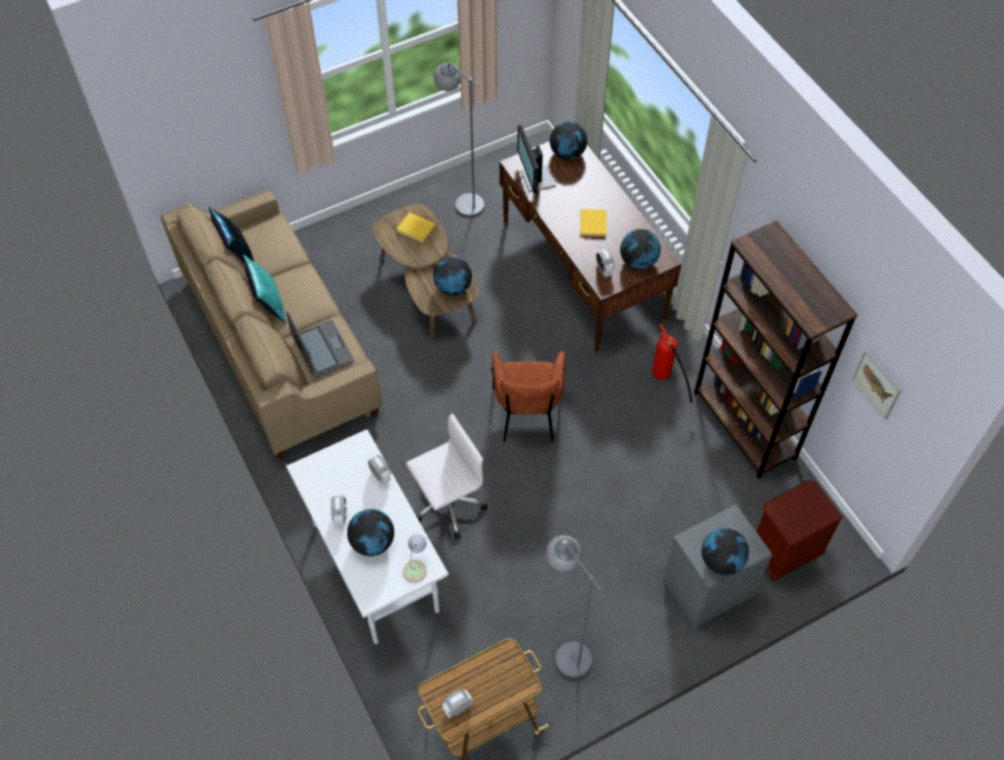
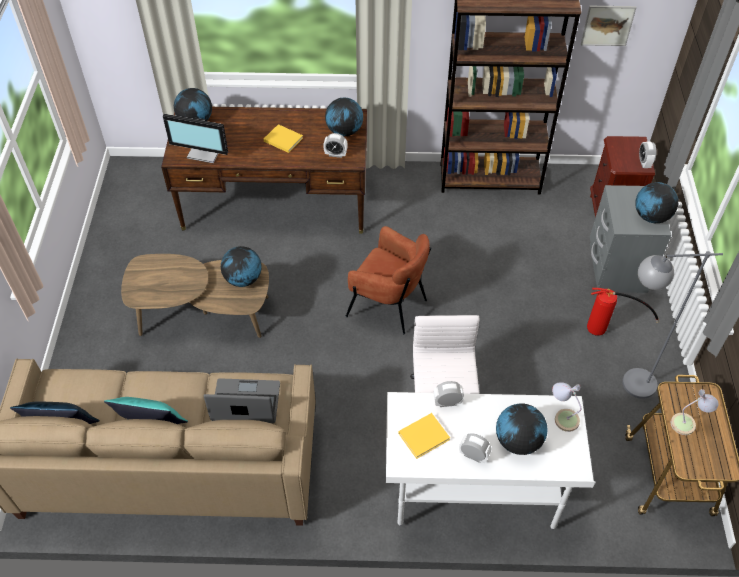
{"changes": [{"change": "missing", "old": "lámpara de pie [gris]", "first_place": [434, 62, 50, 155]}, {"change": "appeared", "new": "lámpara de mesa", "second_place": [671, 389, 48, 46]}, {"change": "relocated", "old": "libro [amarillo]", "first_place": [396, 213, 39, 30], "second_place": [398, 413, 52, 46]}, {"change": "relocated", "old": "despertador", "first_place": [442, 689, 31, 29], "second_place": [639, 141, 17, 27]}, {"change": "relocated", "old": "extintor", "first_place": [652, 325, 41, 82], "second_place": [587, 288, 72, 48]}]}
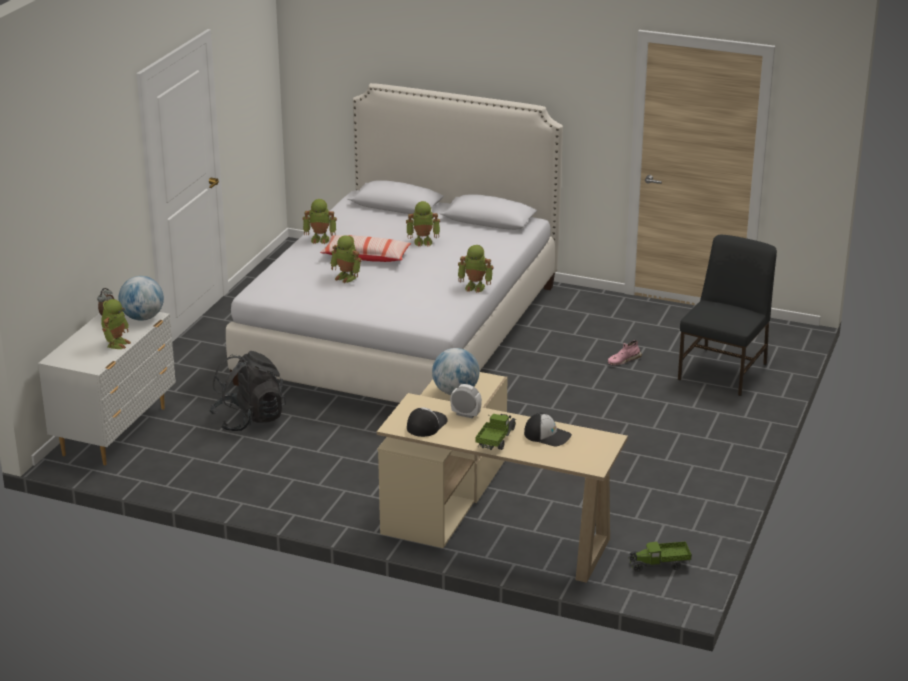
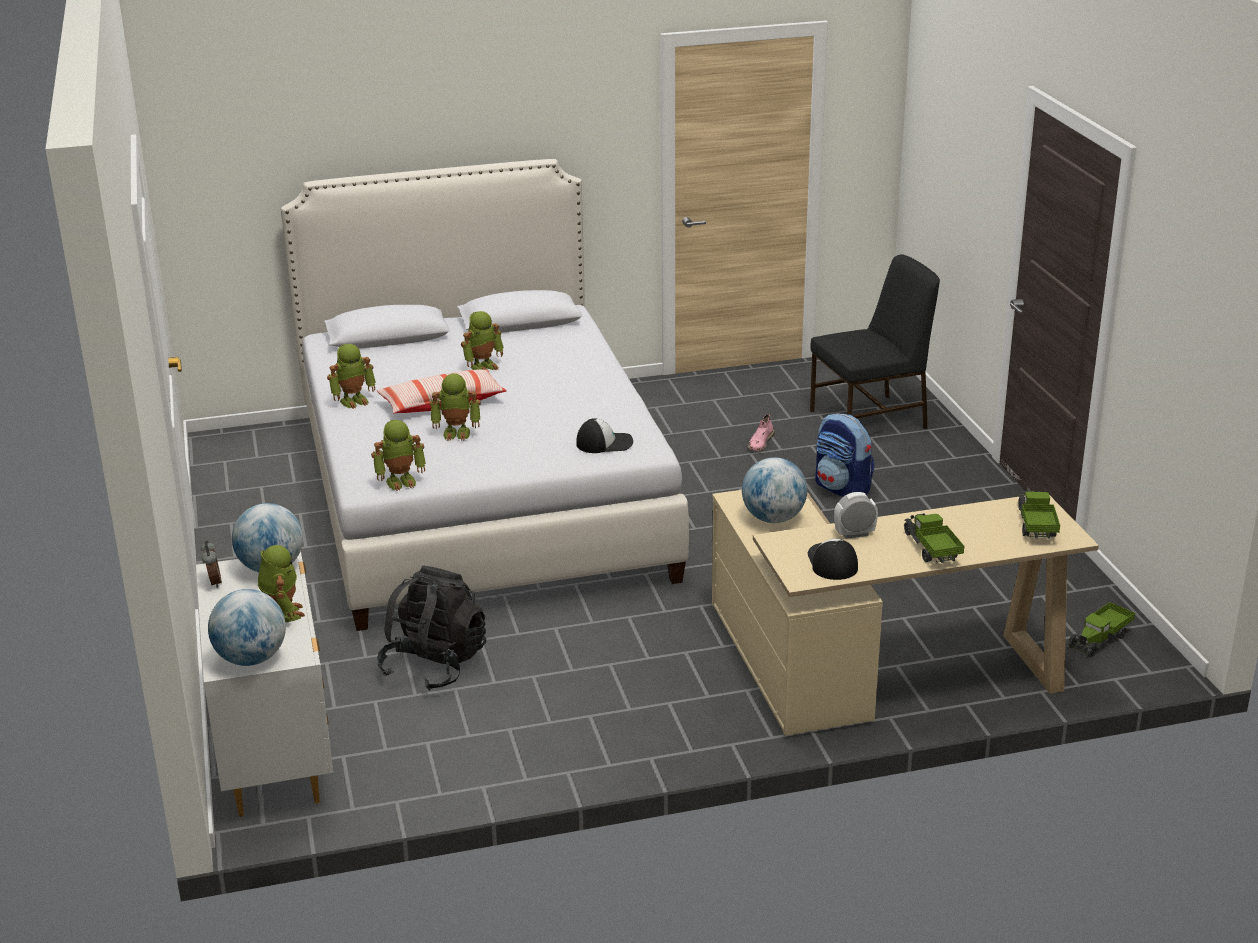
{"changes": [{"change": "appeared", "new": "globo terráqueo", "second_place": [208, 589, 78, 77]}, {"change": "appeared", "new": "mochila", "second_place": [815, 413, 59, 84]}, {"change": "appeared", "new": "camión de juguete", "second_place": [1018, 491, 42, 48]}, {"change": "relocated", "old": "robot de juguete", "first_place": [458, 245, 36, 48], "second_place": [371, 420, 55, 71]}, {"change": "relocated", "old": "gorra", "first_place": [524, 413, 48, 34], "second_place": [576, 418, 57, 35]}, {"change": "spun", "old": "silla [negro]", "first_place": [678, 235, 99, 161], "second_place": [810, 254, 130, 175], "degrees": 75}]}
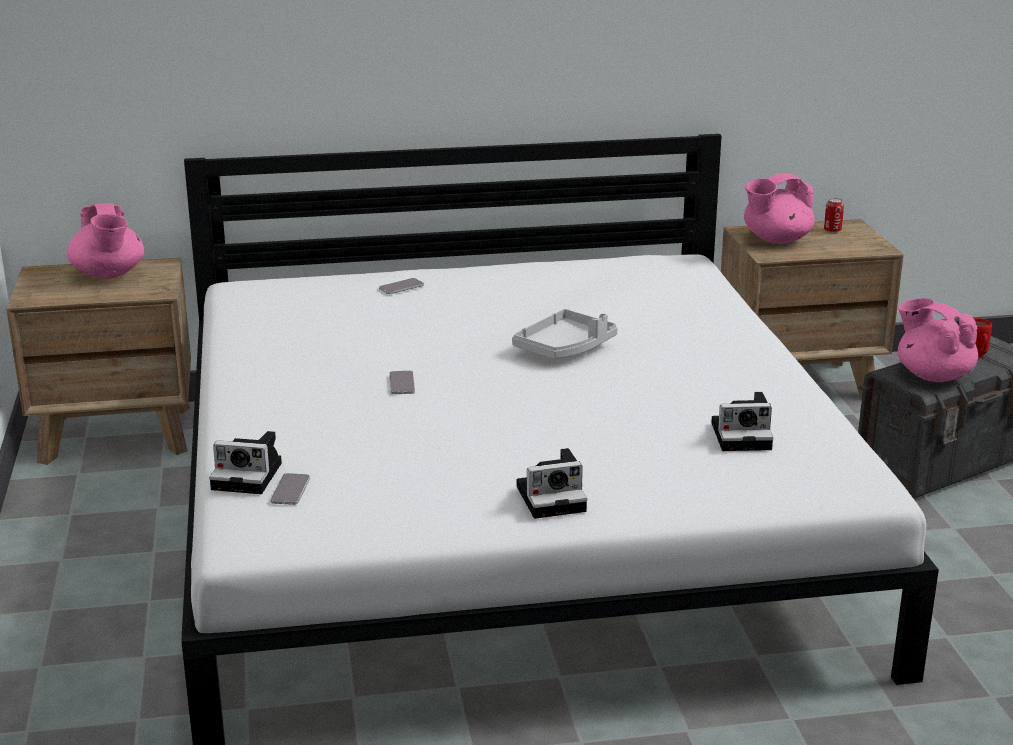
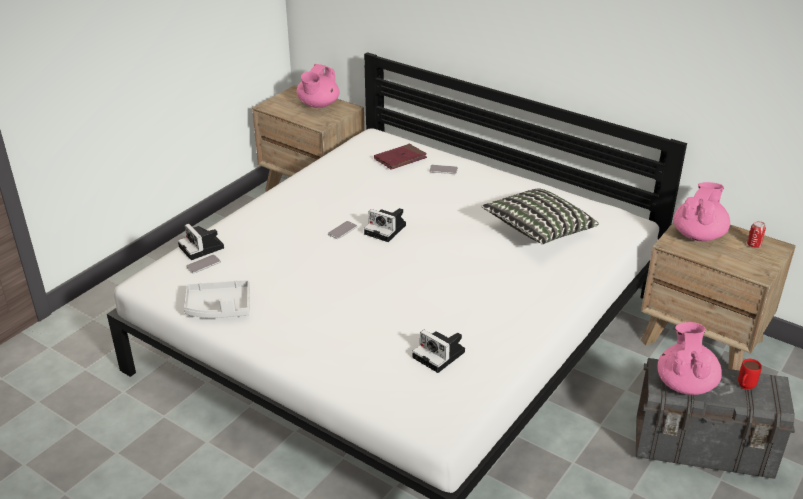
{"changes": [{"change": "appeared", "new": "libro [rojo]", "second_place": [374, 144, 53, 26]}, {"change": "appeared", "new": "cojín", "second_place": [481, 188, 118, 56]}, {"change": "relocated", "old": "bandeja [gris]", "first_place": [512, 309, 106, 50], "second_place": [184, 280, 66, 38]}, {"change": "relocated", "old": "cámara", "first_place": [516, 448, 71, 71], "second_place": [364, 208, 42, 34]}, {"change": "spun", "old": "tetera [rosa]", "first_place": [744, 173, 71, 71], "second_place": [674, 182, 56, 59], "degrees": 105}]}
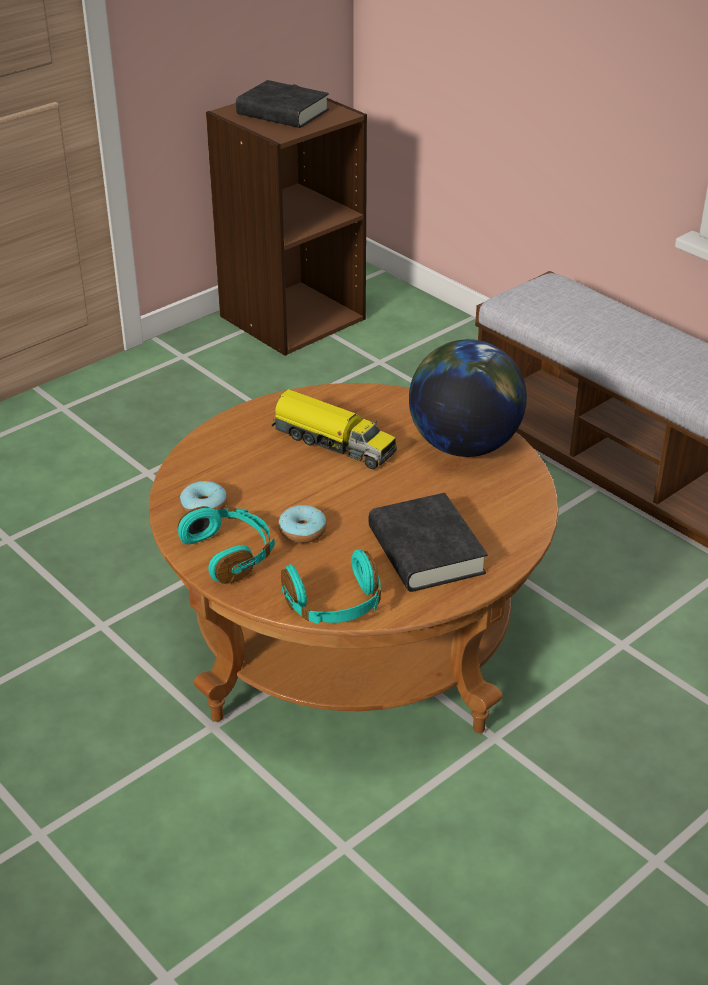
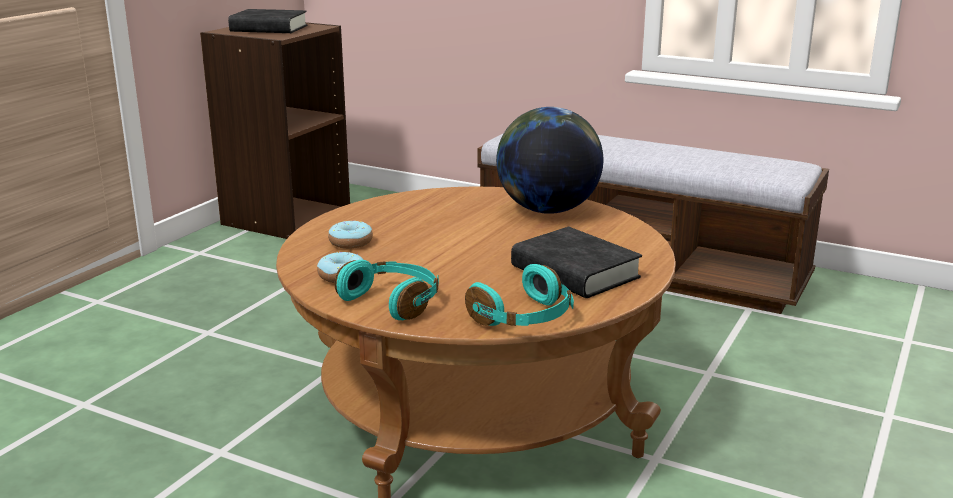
{"changes": [{"change": "missing", "old": "camión de juguete", "first_place": [272, 389, 125, 80]}, {"change": "relocated", "old": "rosquilla", "first_place": [278, 505, 49, 38], "second_place": [328, 220, 45, 29]}]}
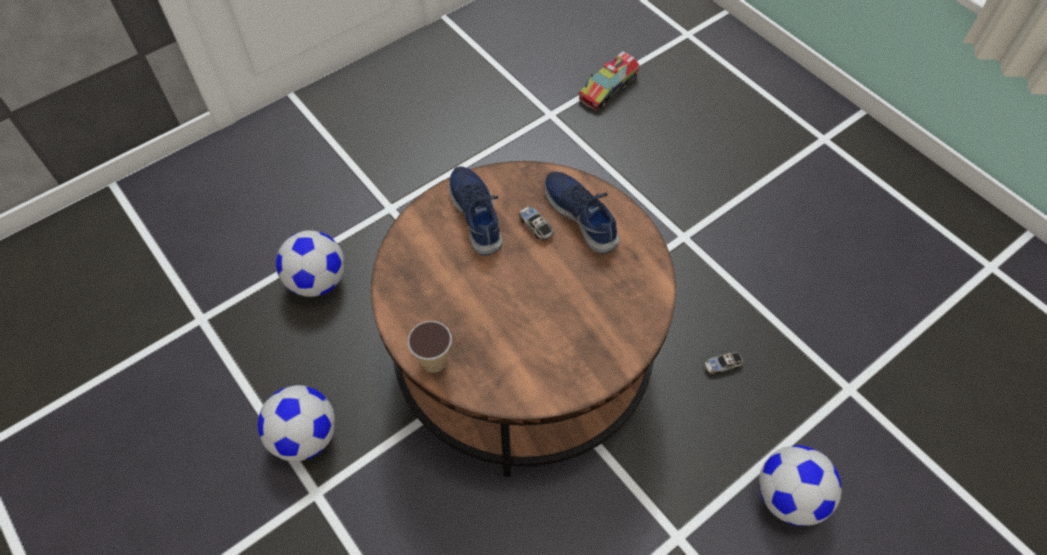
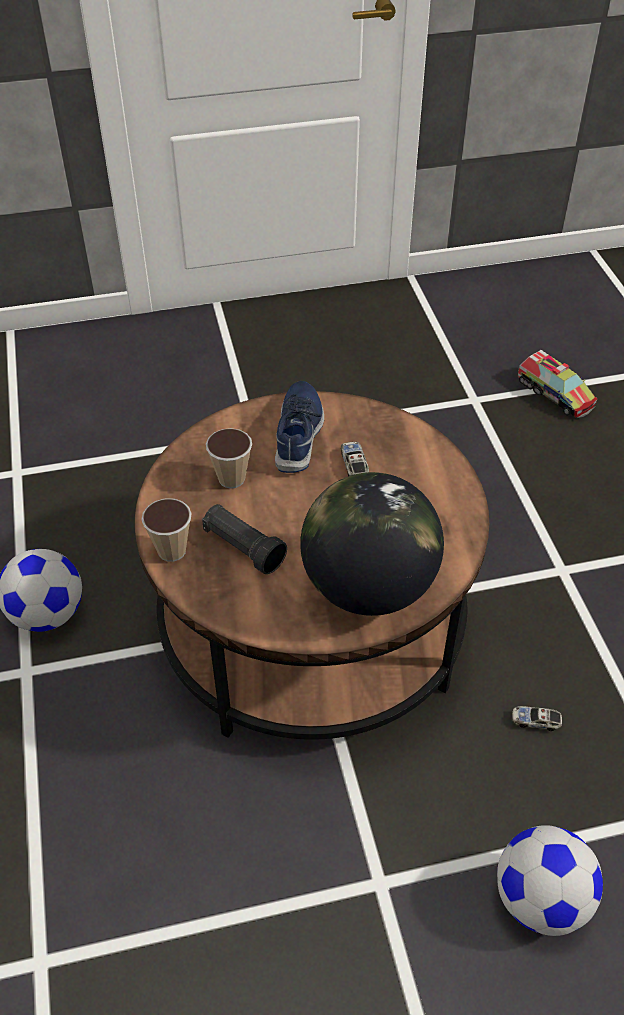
{"changes": [{"change": "missing", "old": "balón de fútbol", "first_place": [276, 230, 68, 67]}, {"change": "missing", "old": "zapato [azul]", "first_place": [544, 171, 75, 83]}, {"change": "appeared", "new": "linterna [negro]", "second_place": [202, 504, 85, 70]}, {"change": "appeared", "new": "taza", "second_place": [206, 428, 46, 61]}, {"change": "appeared", "new": "globo terráqueo", "second_place": [300, 472, 144, 144]}, {"change": "spun", "old": "camión de juguete", "first_place": [578, 51, 62, 59], "second_place": [518, 350, 80, 68], "degrees": -105}]}
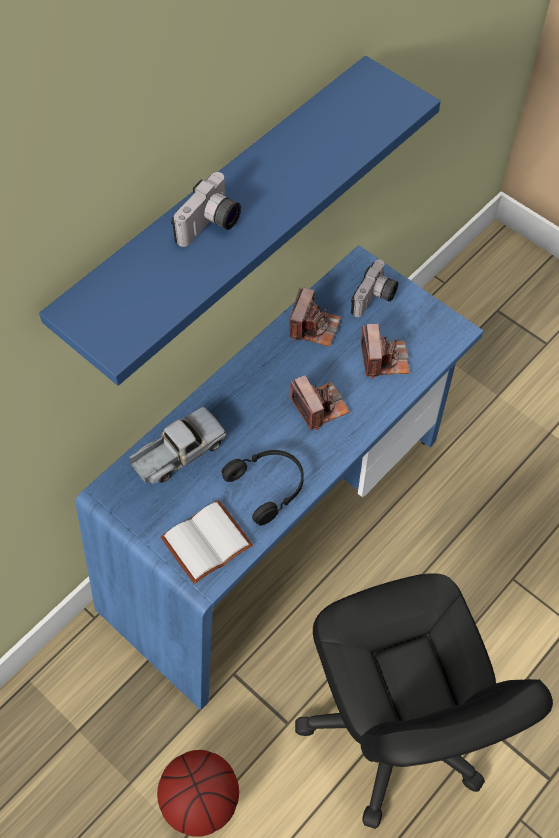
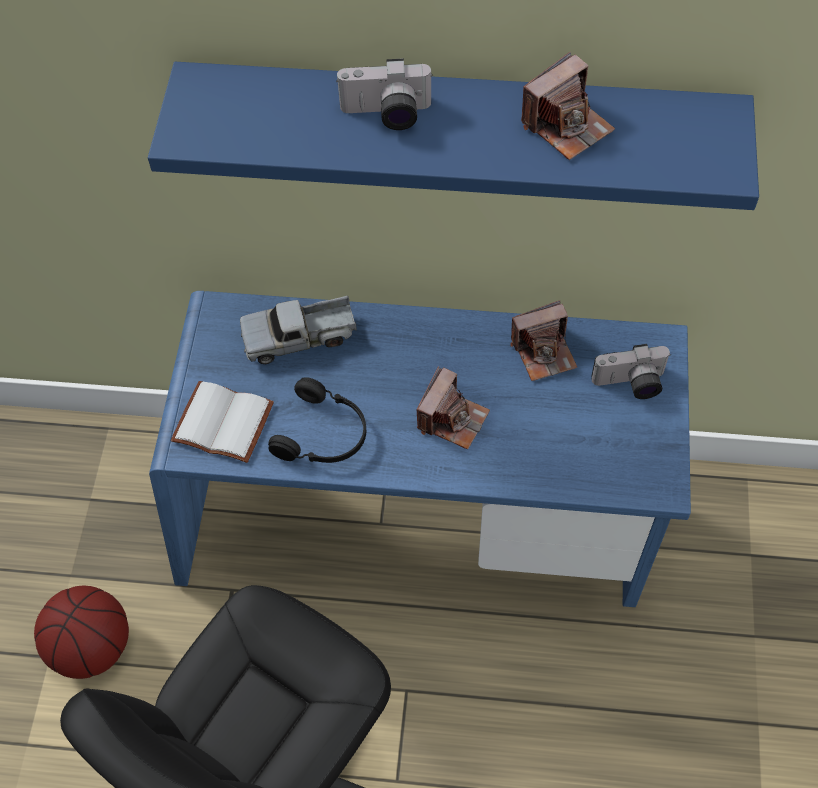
{"changes": [{"change": "relocated", "old": "cámara", "first_place": [360, 324, 49, 54], "second_place": [521, 52, 94, 108]}, {"change": "spun", "old": "camión de juguete", "first_place": [129, 407, 97, 77], "second_place": [240, 296, 117, 68], "degrees": 150}]}
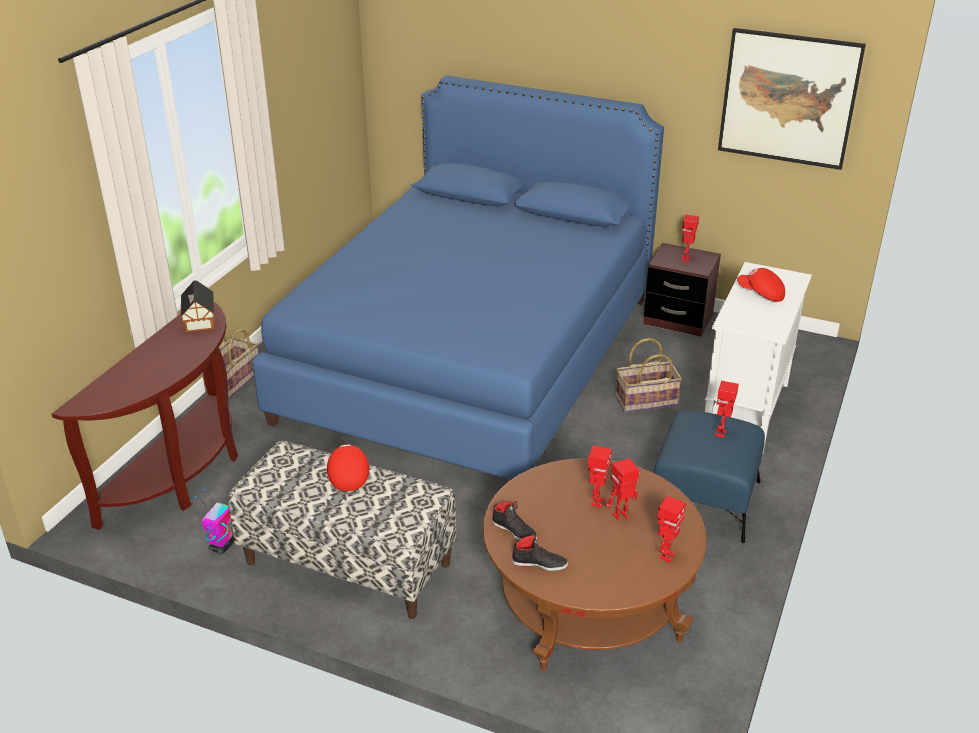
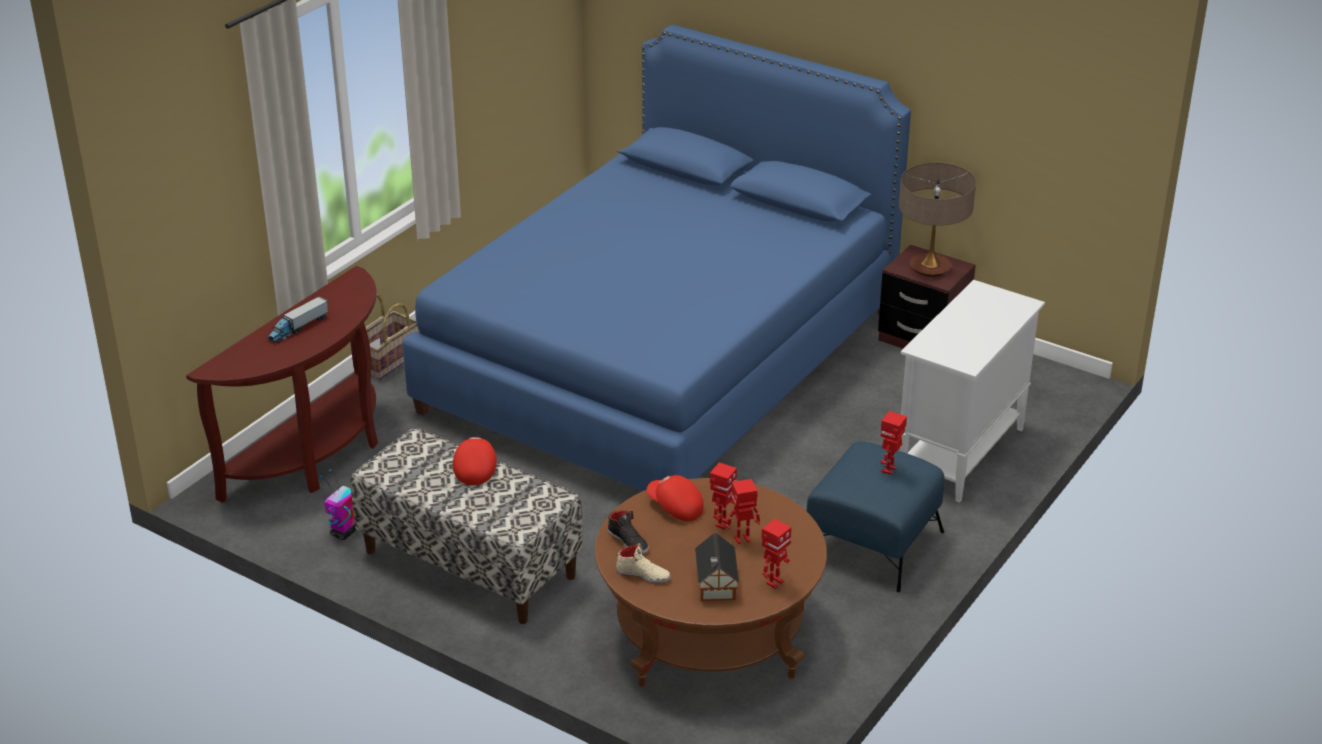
{"changes": [{"change": "missing", "old": "cesta", "first_place": [615, 338, 67, 75]}, {"change": "missing", "old": "cuadro", "first_place": [718, 28, 148, 142]}, {"change": "appeared", "new": "camión de juguete", "second_place": [267, 297, 62, 46]}, {"change": "relocated", "old": "casita", "first_place": [181, 280, 33, 52], "second_place": [695, 533, 44, 68]}, {"change": "relocated", "old": "gorra [rojo]", "first_place": [737, 268, 48, 34], "second_place": [647, 475, 57, 46]}, {"change": "exchanged", "old": "robot de juguete", "new": "lámpara de mesa", "first_place": [681, 215, 18, 47], "second_place": [899, 163, 77, 114]}, {"change": "colour", "old": "zapato [negro]", "new": "zapato [beis]", "first_place": [512, 534, 56, 37], "second_place": [616, 543, 55, 40]}]}
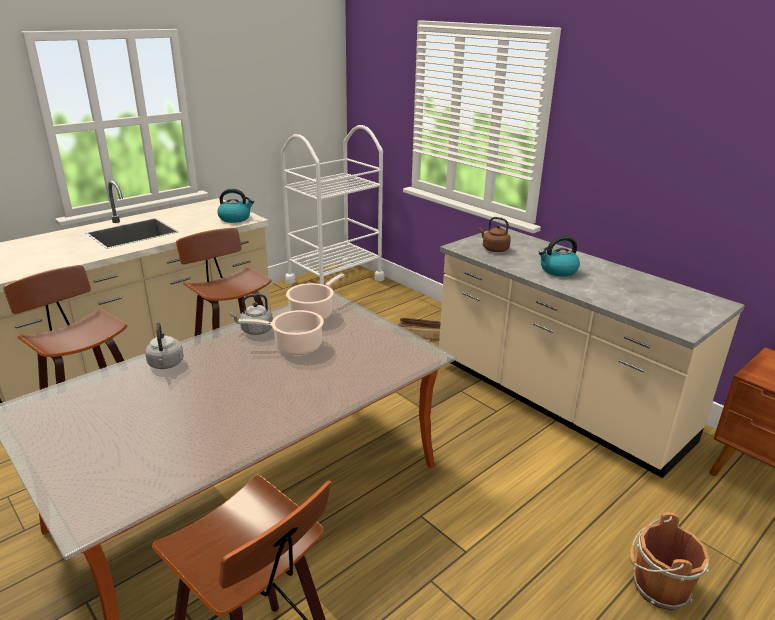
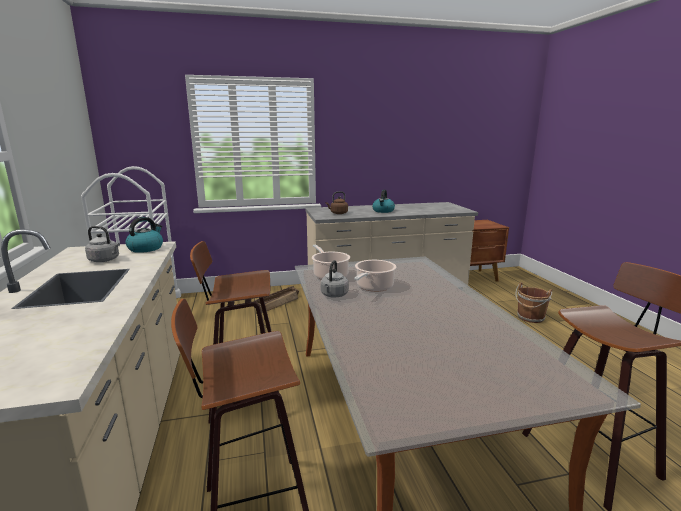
{"changes": [{"change": "relocated", "old": "hervidor [gris]", "first_place": [145, 322, 39, 47], "second_place": [85, 226, 35, 36]}]}
